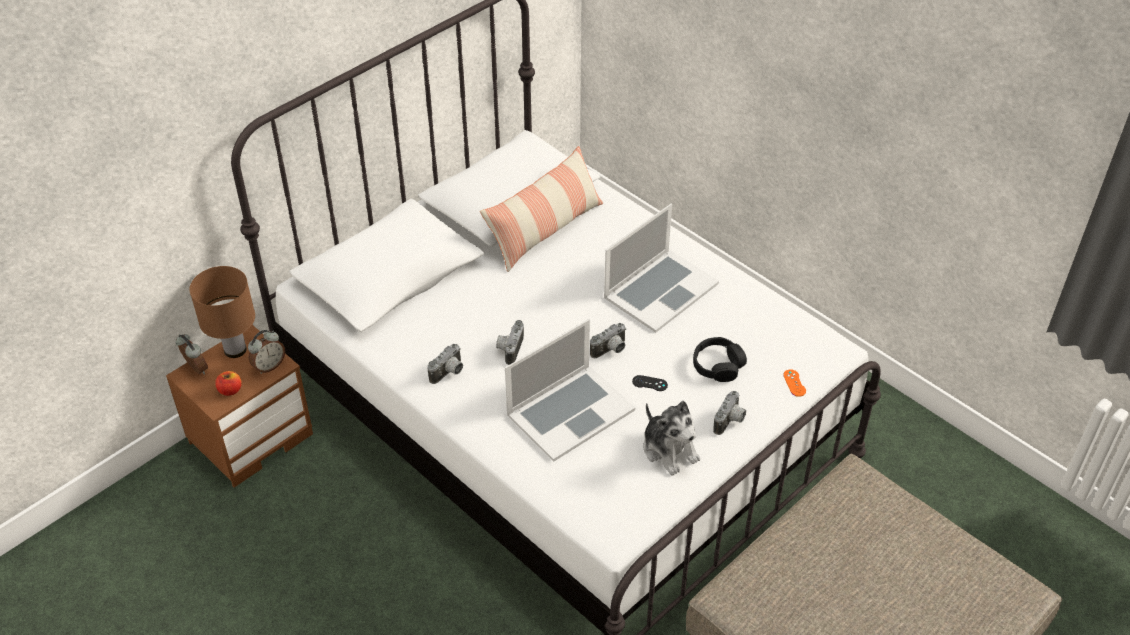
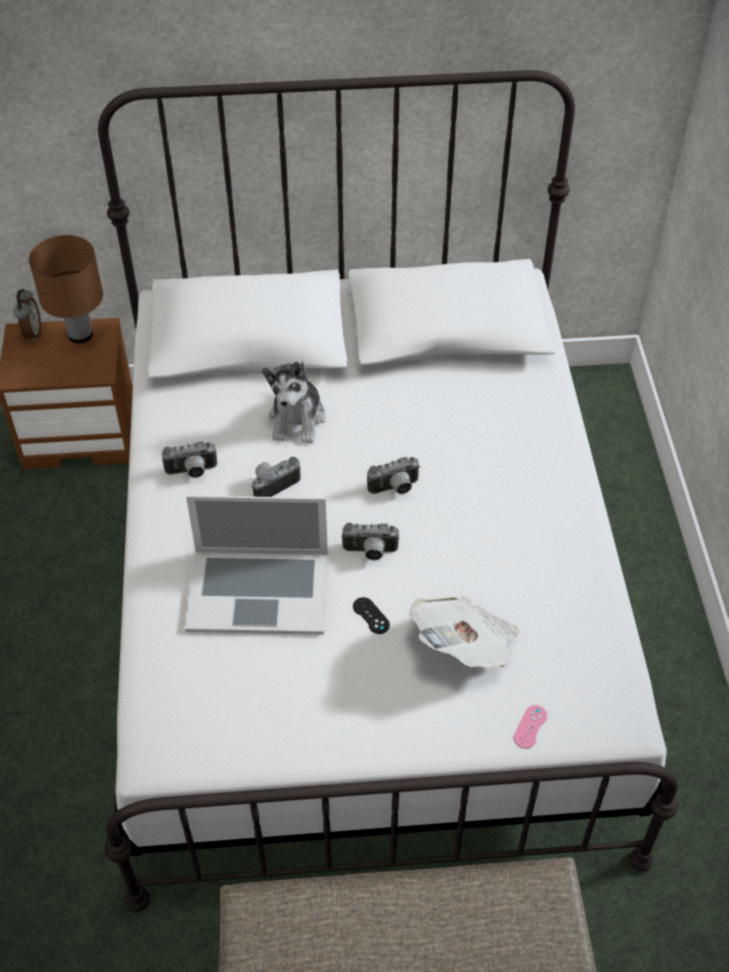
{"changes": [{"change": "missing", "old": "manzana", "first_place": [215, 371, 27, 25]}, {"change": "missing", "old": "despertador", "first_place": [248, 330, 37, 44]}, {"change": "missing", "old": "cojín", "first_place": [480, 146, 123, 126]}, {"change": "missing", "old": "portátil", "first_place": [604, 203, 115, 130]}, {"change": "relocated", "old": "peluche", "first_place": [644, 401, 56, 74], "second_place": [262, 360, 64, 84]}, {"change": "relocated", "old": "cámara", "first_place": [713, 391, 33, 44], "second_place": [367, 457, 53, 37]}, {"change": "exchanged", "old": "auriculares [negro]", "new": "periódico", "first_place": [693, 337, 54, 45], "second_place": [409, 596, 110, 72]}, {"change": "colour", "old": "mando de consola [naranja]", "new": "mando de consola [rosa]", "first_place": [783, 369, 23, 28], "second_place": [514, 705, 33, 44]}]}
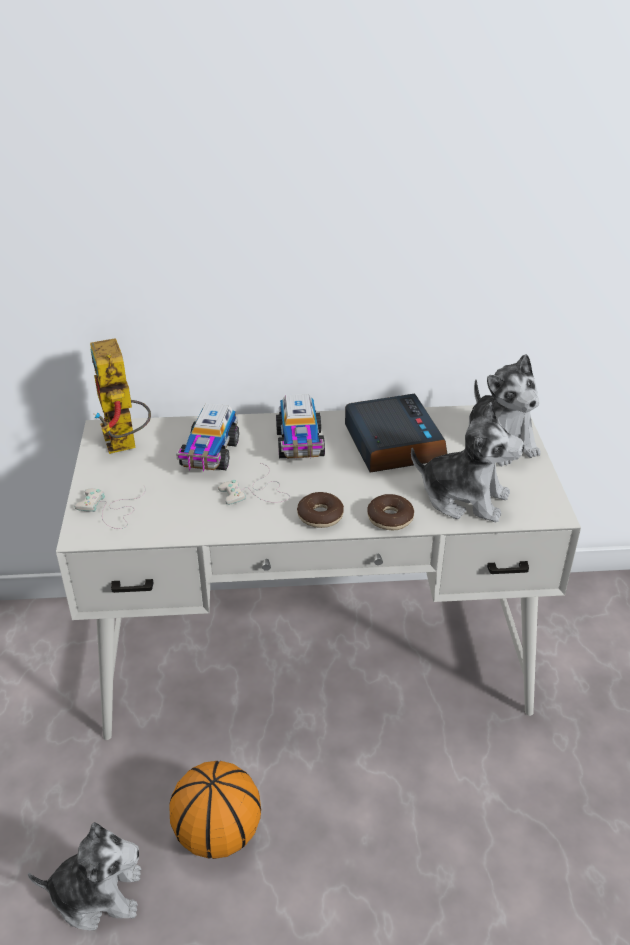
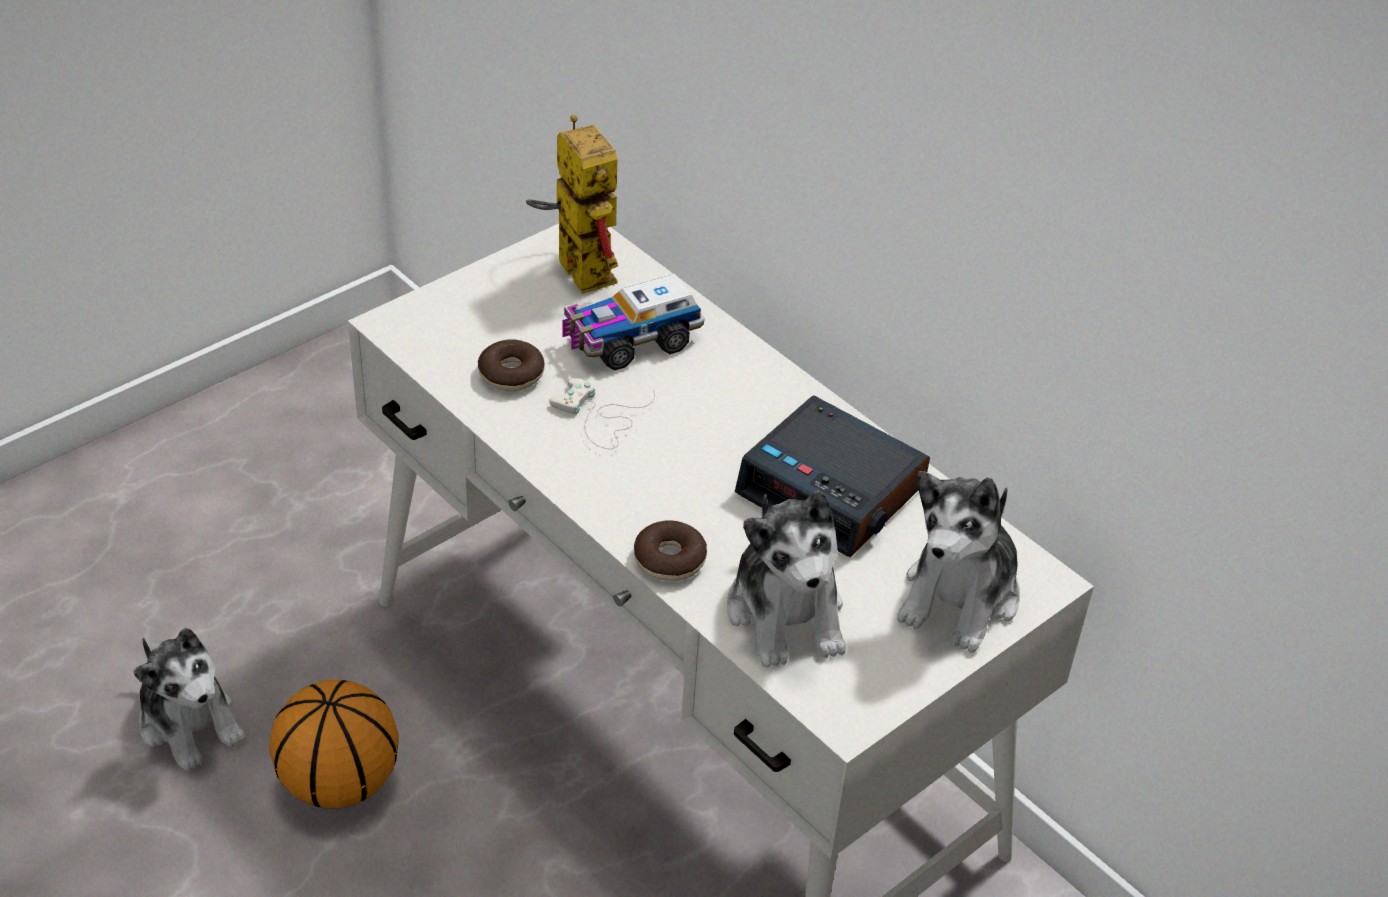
{"changes": [{"change": "missing", "old": "mando de consola [blanco]", "first_place": [74, 486, 72, 43]}, {"change": "missing", "old": "camión de juguete", "first_place": [276, 394, 49, 66]}, {"change": "relocated", "old": "rosquilla", "first_place": [297, 492, 47, 36], "second_place": [478, 339, 67, 52]}, {"change": "spun", "old": "robot de juguete", "first_place": [90, 338, 61, 116], "second_place": [526, 115, 92, 179], "degrees": 120}, {"change": "spun", "old": "despertador", "first_place": [345, 394, 102, 78], "second_place": [735, 395, 195, 162], "degrees": 90}]}
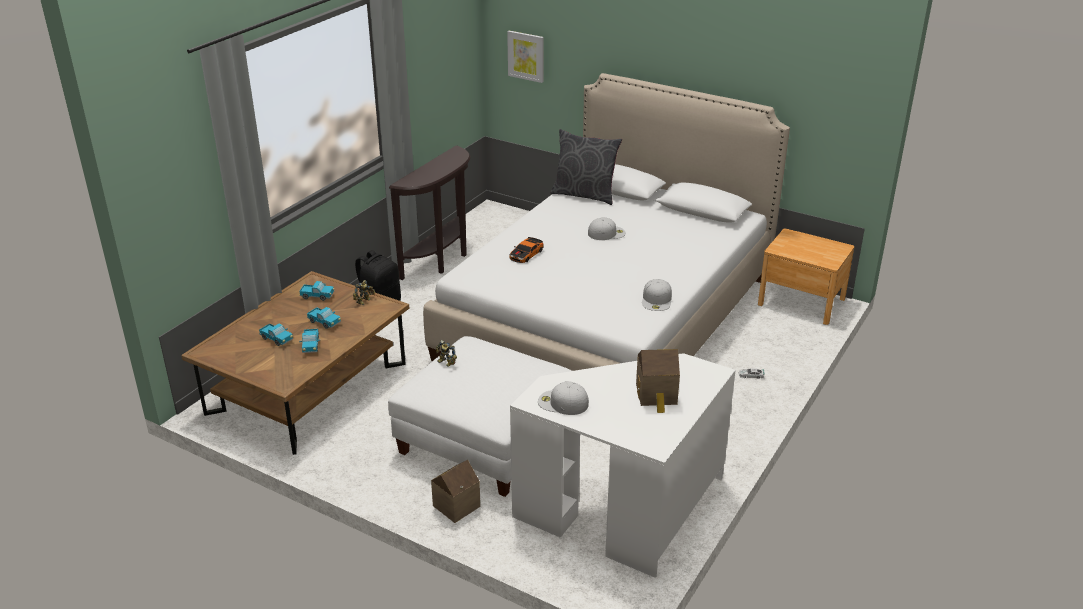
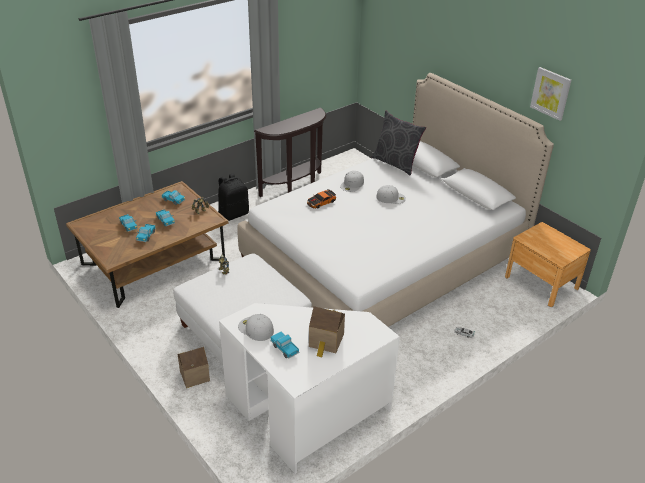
{"changes": [{"change": "appeared", "new": "camión de juguete", "second_place": [270, 332, 29, 27]}, {"change": "relocated", "old": "cuadro", "first_place": [507, 31, 37, 52], "second_place": [530, 67, 41, 54]}, {"change": "relocated", "old": "gorra [blanco]", "first_place": [642, 279, 30, 32], "second_place": [340, 171, 24, 21]}]}
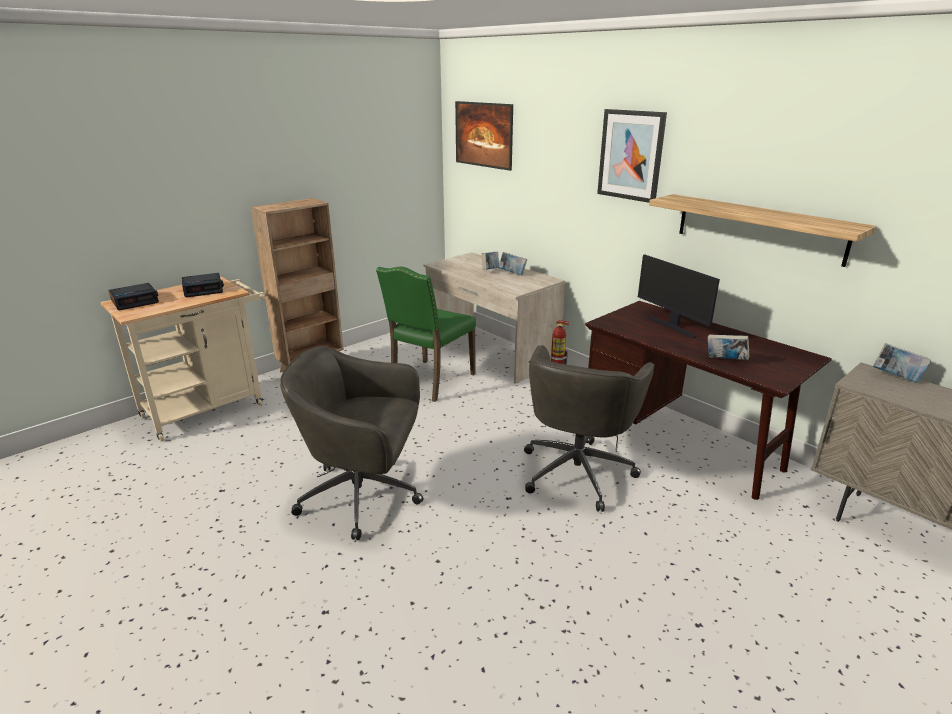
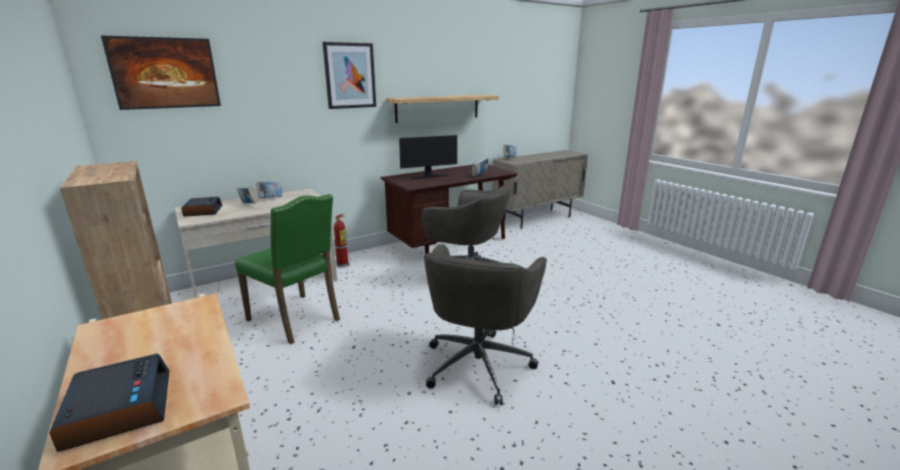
{"changes": [{"change": "relocated", "old": "despertador", "first_place": [182, 273, 42, 24], "second_place": [181, 197, 41, 20]}]}
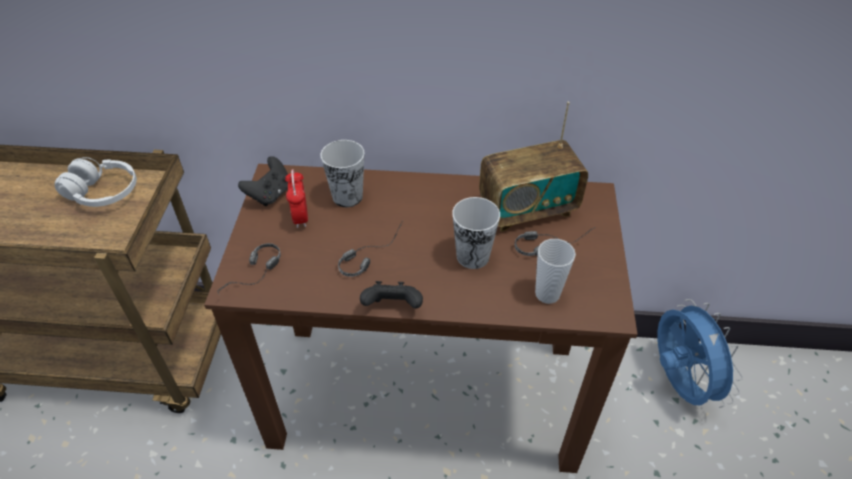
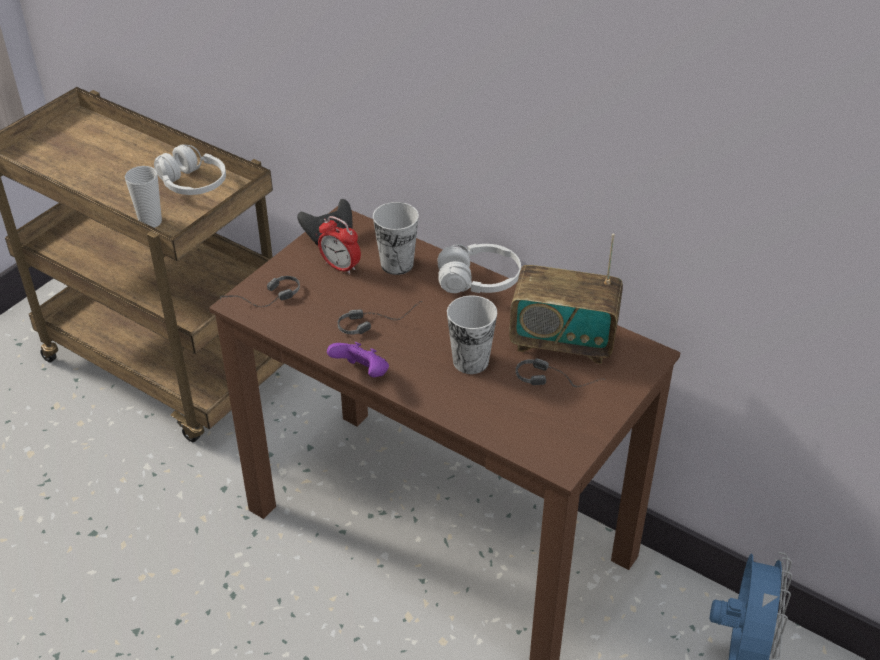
{"changes": [{"change": "appeared", "new": "auriculares [blanco]", "second_place": [437, 244, 84, 49]}, {"change": "relocated", "old": "taza", "first_place": [535, 239, 41, 65], "second_place": [125, 166, 37, 62]}, {"change": "colour", "old": "mando de consola [negro]", "new": "mando de consola [morado]", "first_place": [360, 281, 63, 28], "second_place": [327, 342, 62, 35]}, {"change": "spun", "old": "despertador", "first_place": [285, 170, 23, 58], "second_place": [318, 216, 43, 59], "degrees": -75}]}
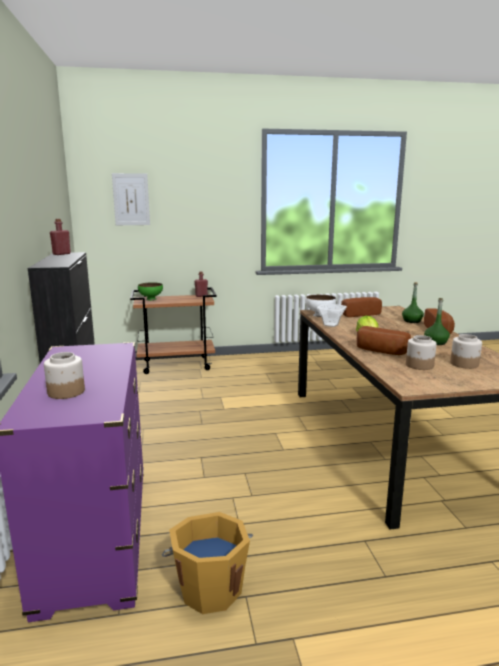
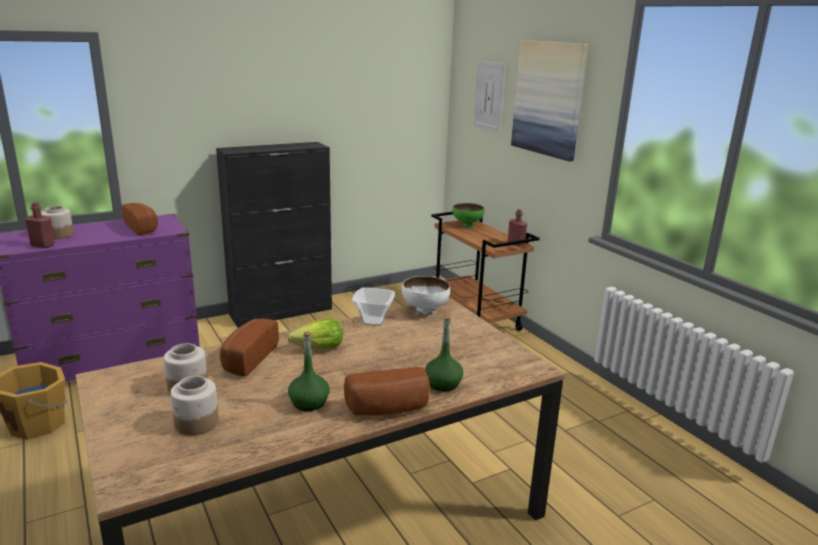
{"changes": [{"change": "appeared", "new": "cuadro", "second_place": [511, 40, 77, 121]}, {"change": "relocated", "old": "botella [rojo]", "first_place": [50, 219, 21, 36], "second_place": [25, 202, 30, 46]}, {"change": "relocated", "old": "pan", "first_place": [341, 297, 41, 20], "second_place": [122, 203, 36, 32]}]}
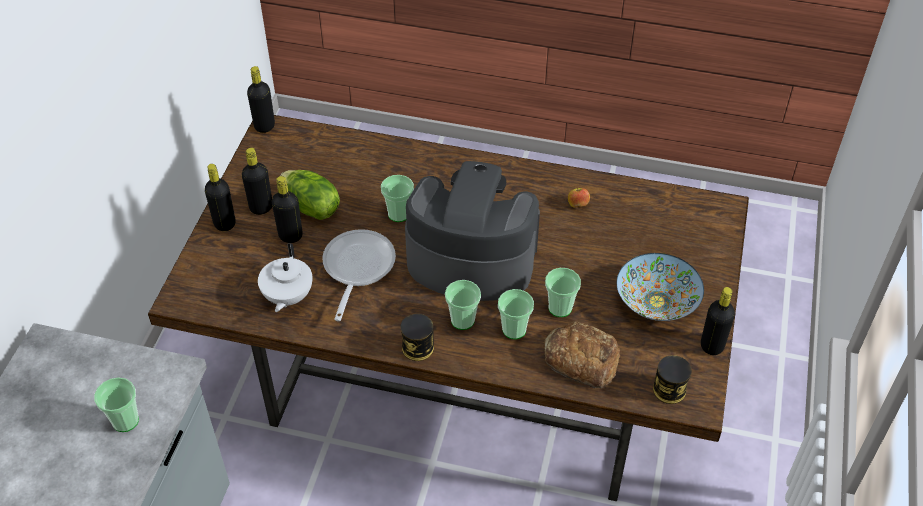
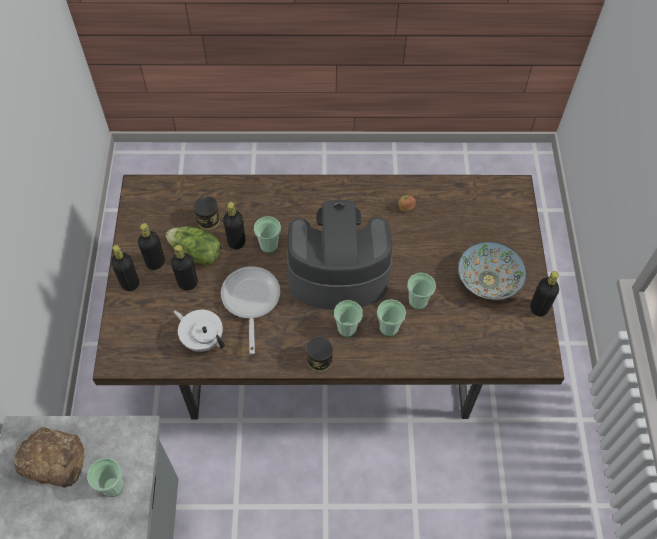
{"changes": [{"change": "relocated", "old": "botella [negro]", "first_place": [247, 66, 28, 67], "second_place": [223, 202, 22, 47]}, {"change": "relocated", "old": "pan", "first_place": [544, 321, 76, 67], "second_place": [14, 427, 71, 61]}, {"change": "relocated", "old": "lata", "first_place": [653, 355, 39, 49], "second_place": [194, 196, 26, 34]}, {"change": "spun", "old": "tetera [blanco]", "first_place": [258, 243, 54, 69], "second_place": [174, 310, 51, 42], "degrees": 135}]}
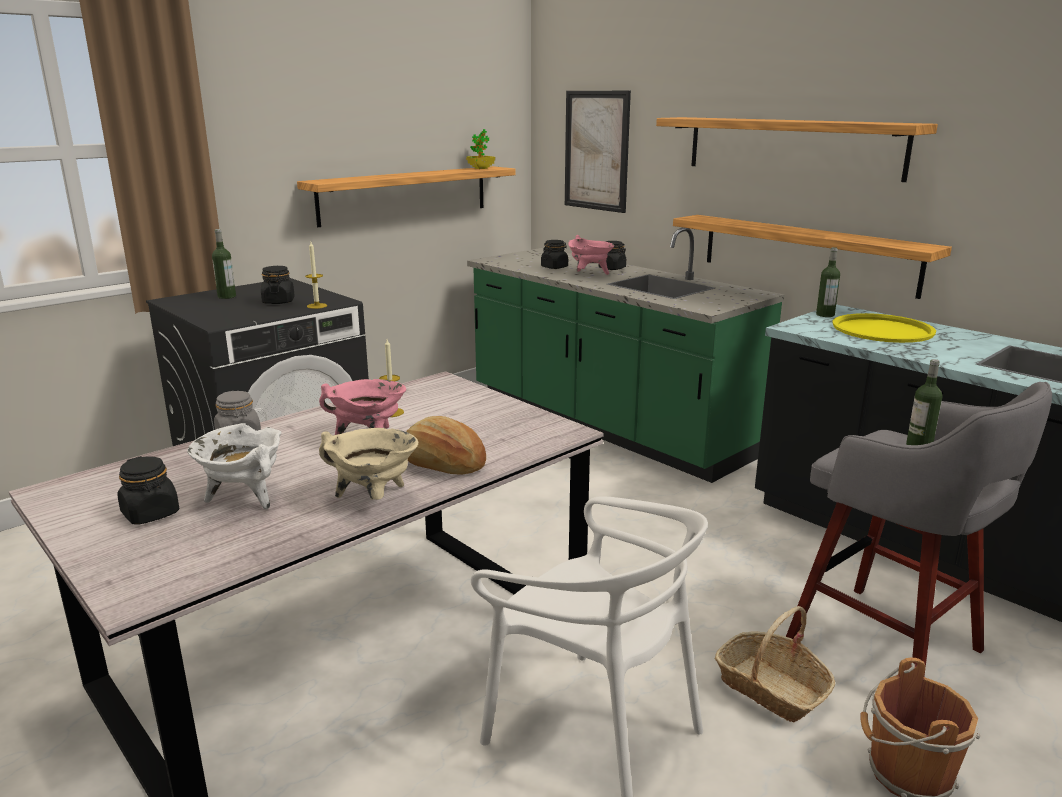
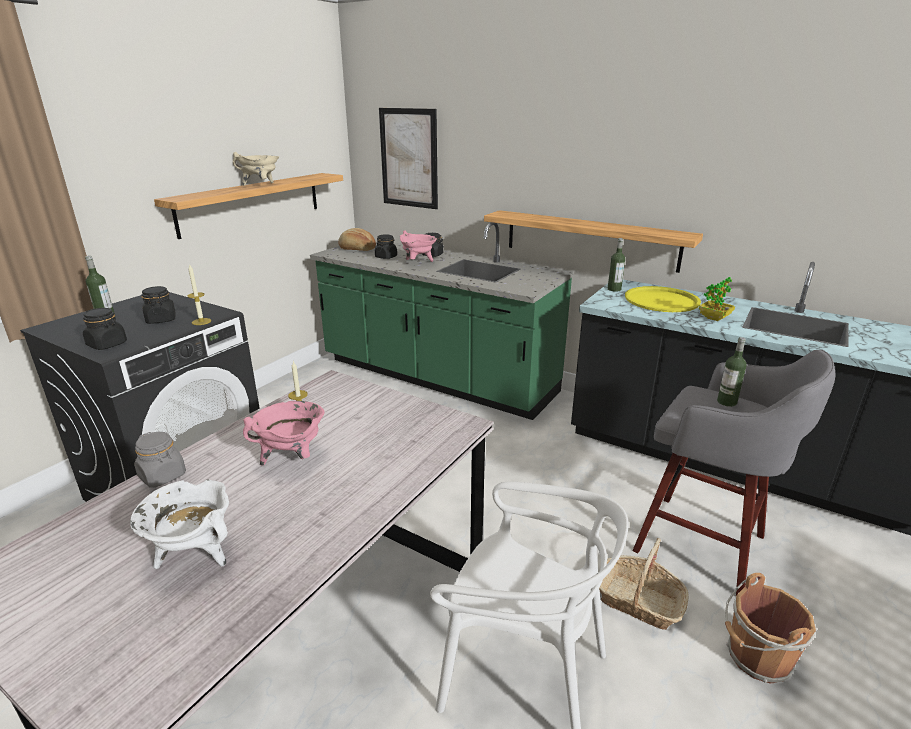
{"changes": [{"change": "missing", "old": "estante", "first_place": [656, 117, 282, 65]}, {"change": "relocated", "old": "tarro [negro]", "first_place": [117, 456, 62, 69], "second_place": [83, 308, 44, 42]}, {"change": "relocated", "old": "olla [beis]", "first_place": [319, 428, 99, 72], "second_place": [233, 152, 46, 34]}, {"change": "relocated", "old": "pan", "first_place": [406, 416, 80, 58], "second_place": [338, 228, 38, 23]}, {"change": "relocated", "old": "planta en maceta", "first_place": [466, 129, 30, 40], "second_place": [699, 277, 36, 44]}]}
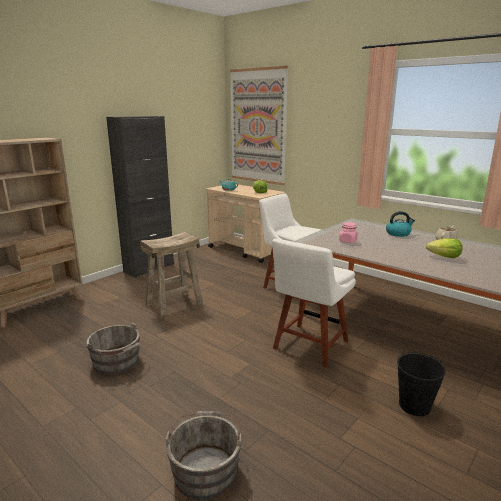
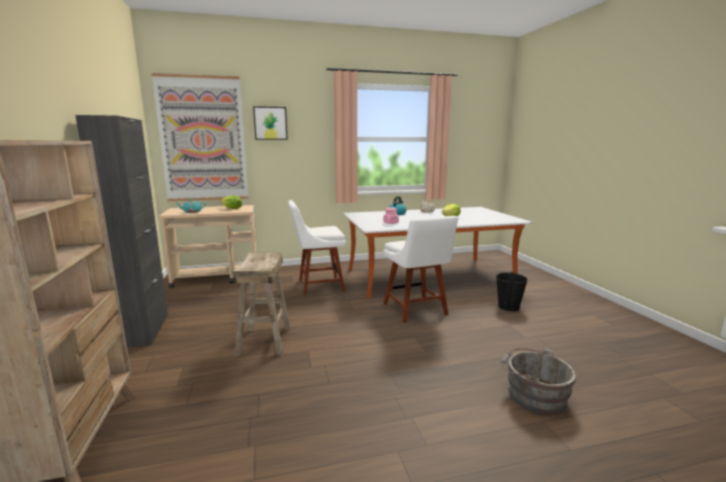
{"changes": [{"change": "missing", "old": "cubo [gris]", "first_place": [86, 323, 59, 52]}, {"change": "appeared", "new": "cuadro", "second_place": [253, 106, 35, 34]}]}
